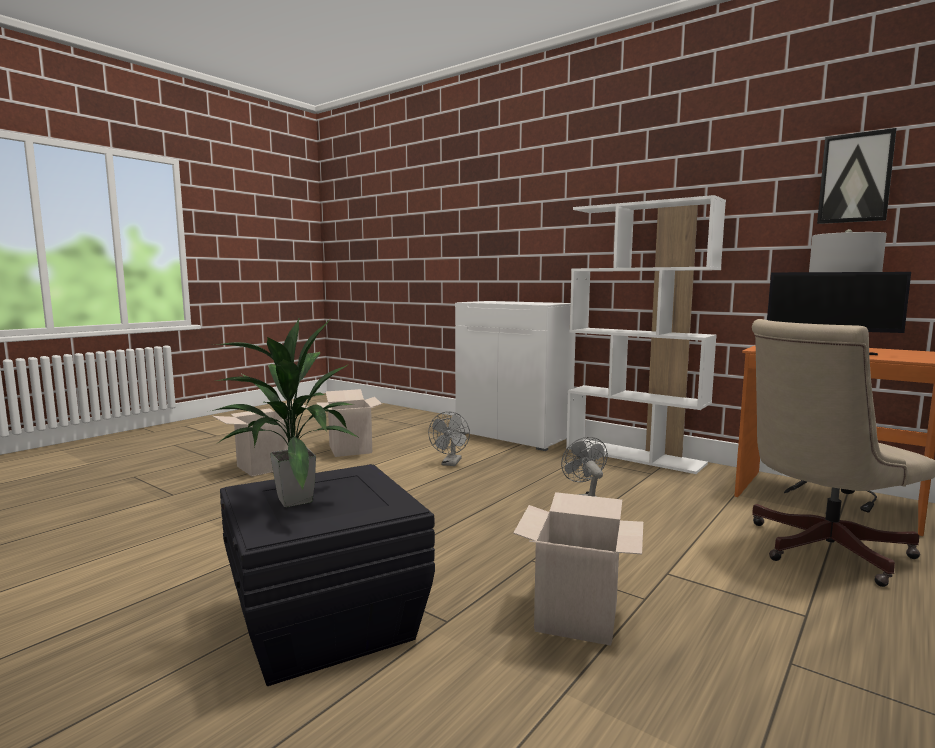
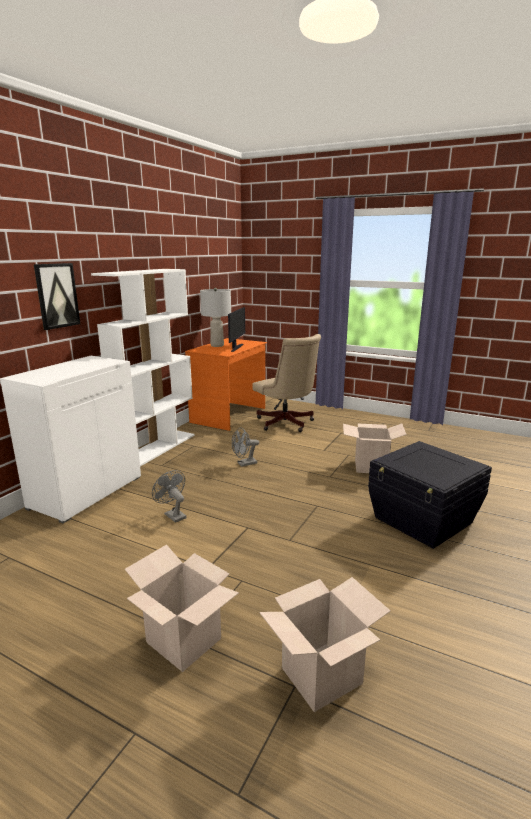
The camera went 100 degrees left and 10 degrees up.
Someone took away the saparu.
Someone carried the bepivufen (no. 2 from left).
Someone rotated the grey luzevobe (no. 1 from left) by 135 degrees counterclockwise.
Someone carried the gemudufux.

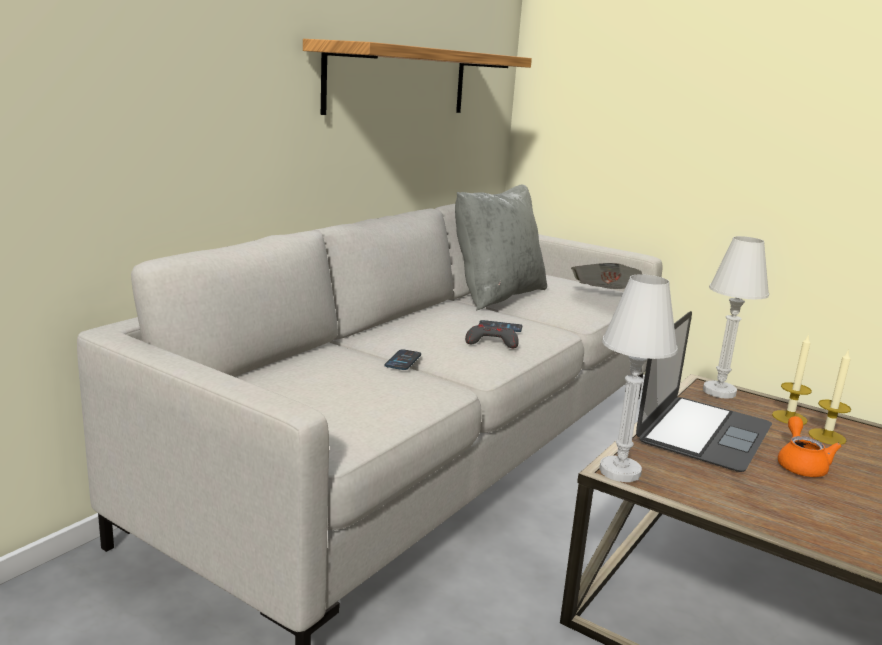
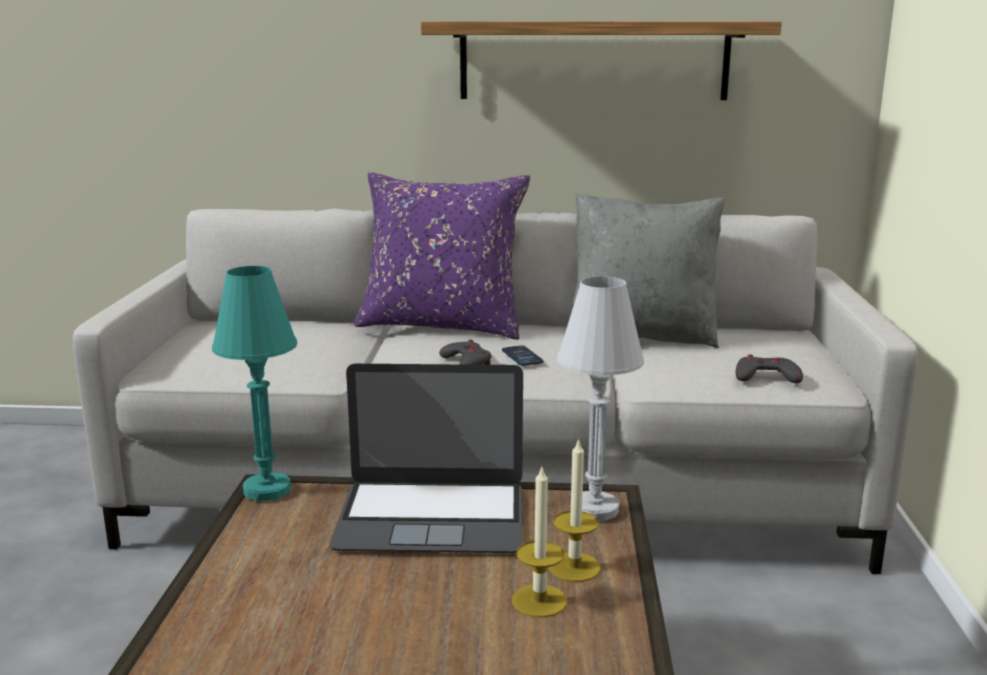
The camera went 60 degrees right and 0 degrees up.
Someone took away the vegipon (no. 1 from left).
Someone swapped the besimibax for the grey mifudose (no. 2 from left).
Someone repainted the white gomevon (no. 1 from left), which became the turquoise gomevon.
Someone took away the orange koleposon.
Someone put down the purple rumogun.

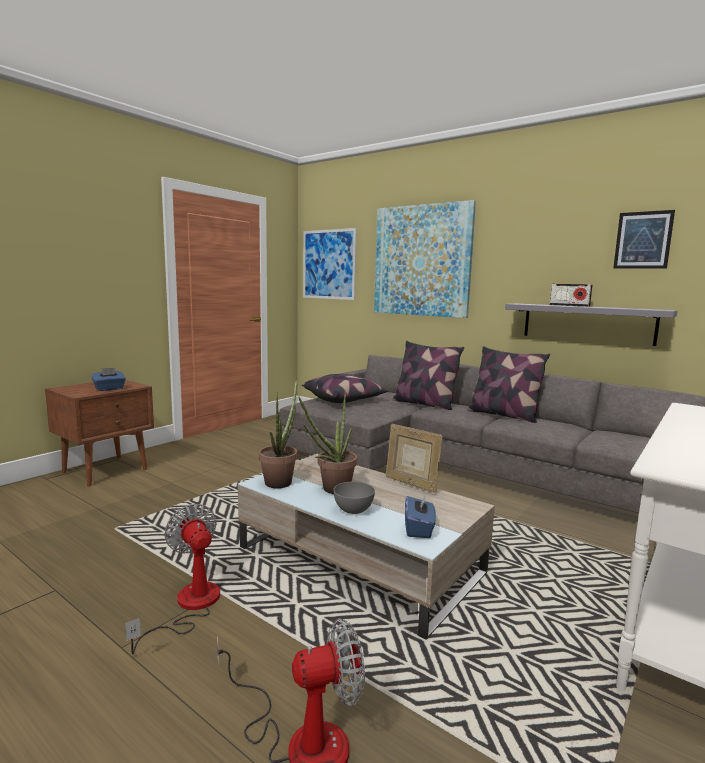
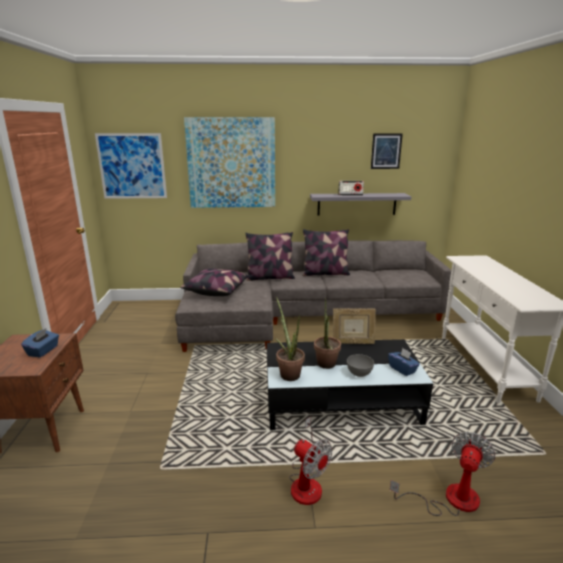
The camera went 40 degrees left and 10 degrees up.
Someone rotated the luzevobe (no. 1 from left) by 150 degrees counterclockwise.
Someone repainted the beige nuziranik, which became the black nuziranik.

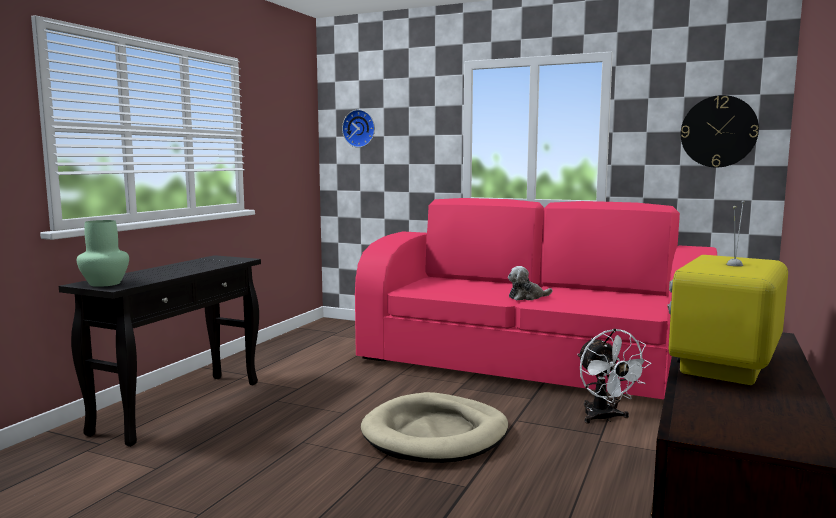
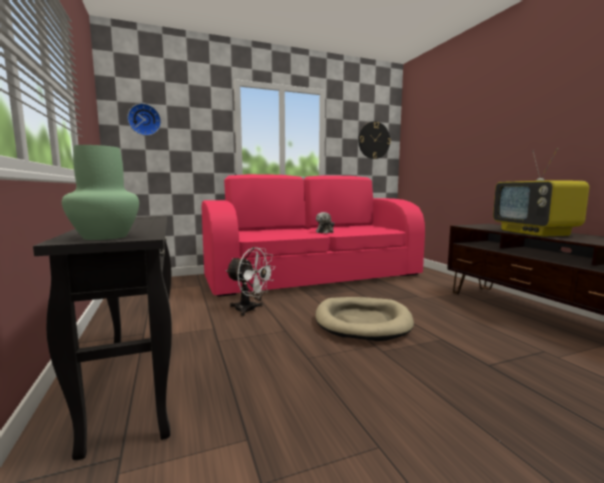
The camera went 45 degrees left and 0 degrees up.
Someone carried the white luzevobe.

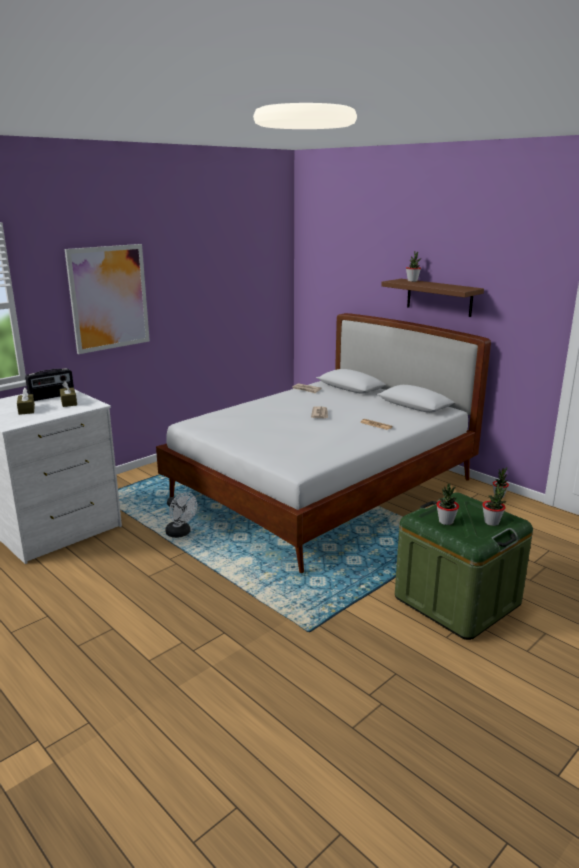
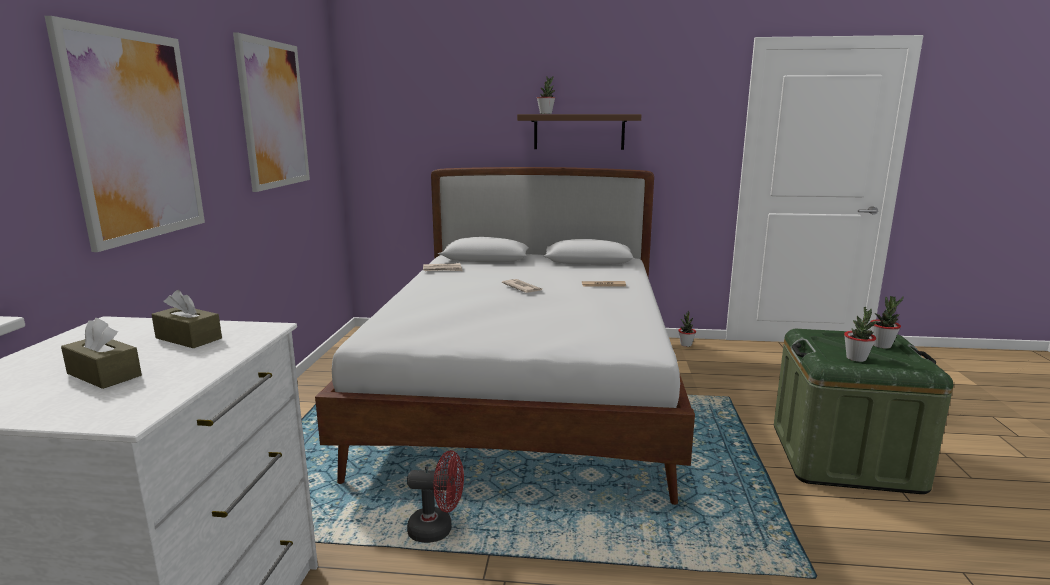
The camera went 40 degrees left and 5 degrees down.
Someone took away the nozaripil.
Someone repainted the white luzevobe, which became the red luzevobe.
Someone put up the gemudufux (no. 2 from left).

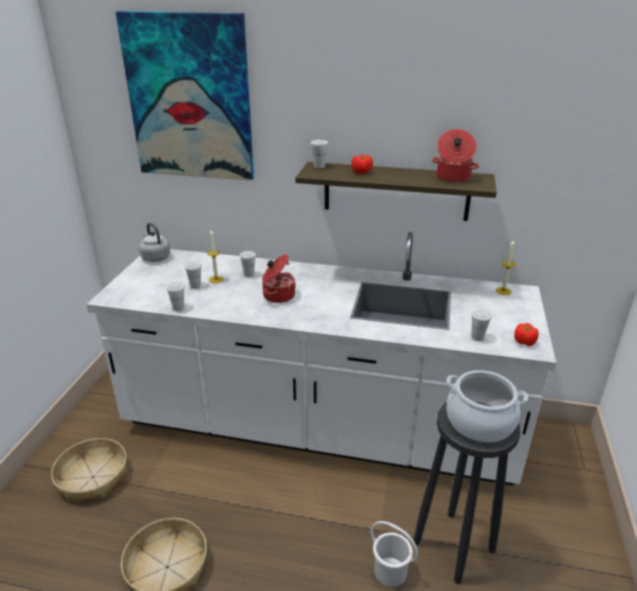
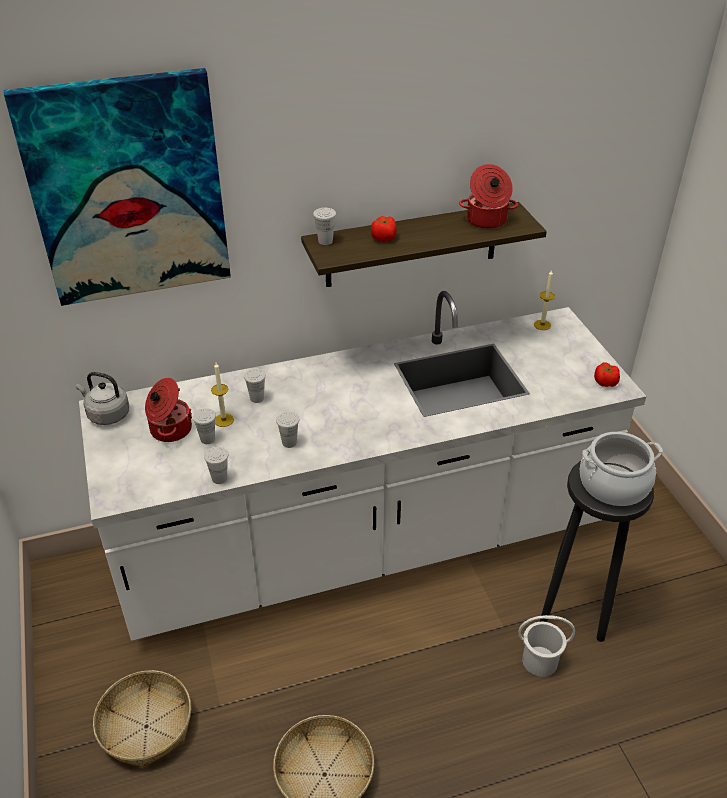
The camera went 30 degrees left and 10 degrees up.
Someone carried the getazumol (no. 1 from left).
Someone carried the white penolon (no. 5 from left in the first image).

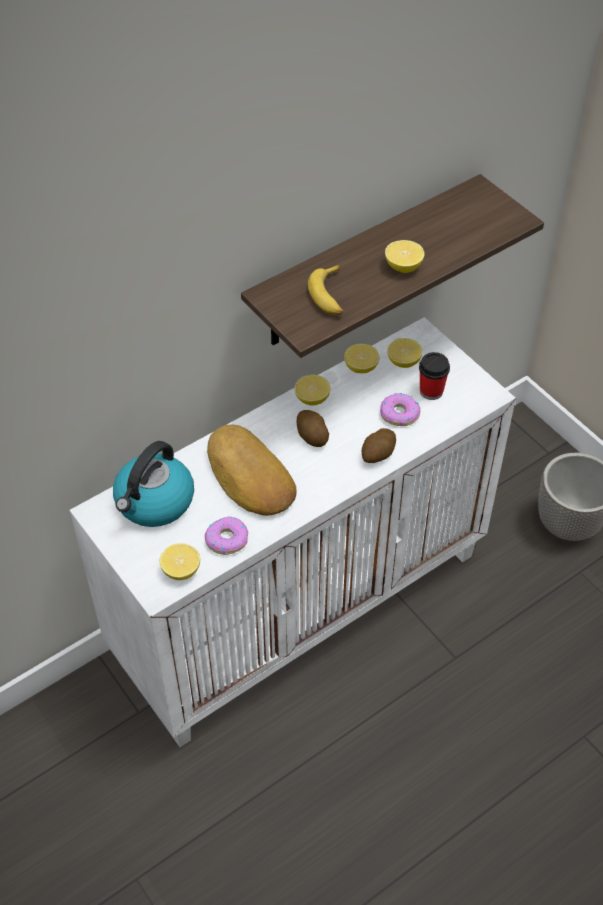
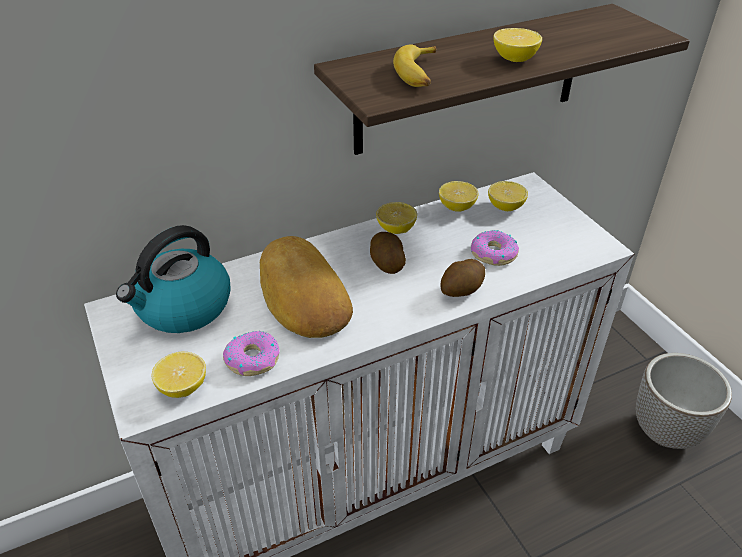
The camera went 10 degrees right and 10 degrees down.
Someone took away the penolon.

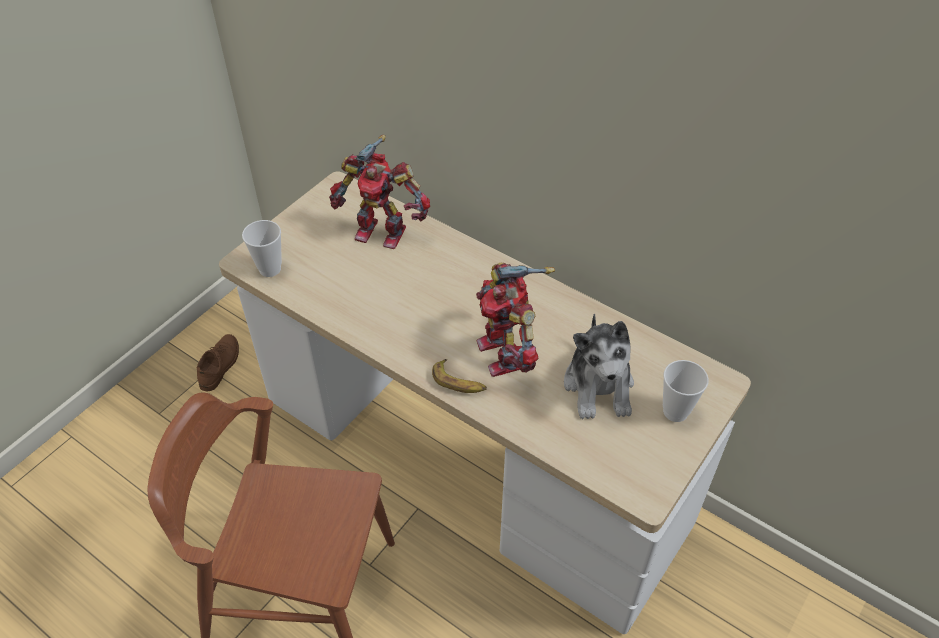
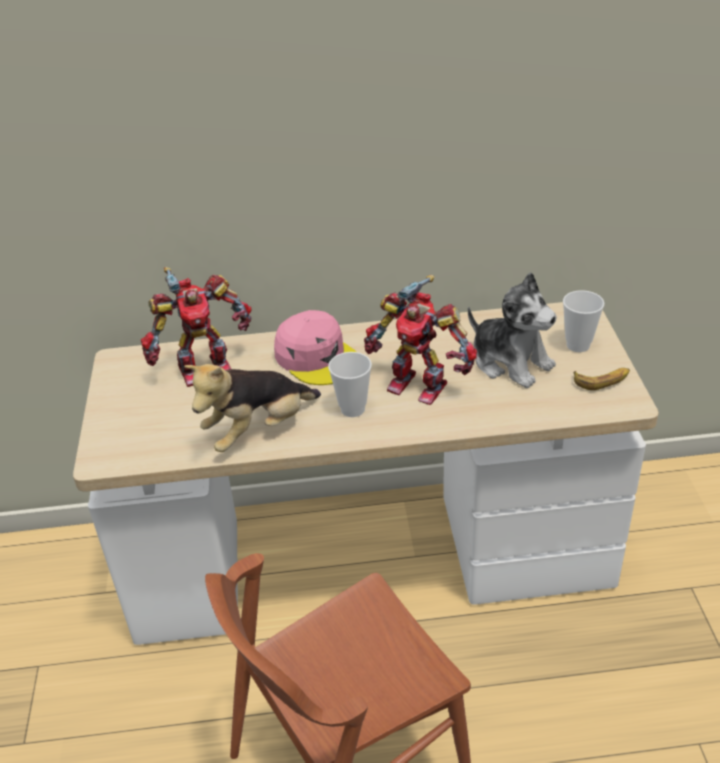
The camera went 40 degrees left and 10 degrees down.
Someone took away the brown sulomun.
Someone carried the penolon (no. 1 from left).
Someone carried the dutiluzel.
Someone put down the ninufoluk (no. 1 from left).
Someone put down the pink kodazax.

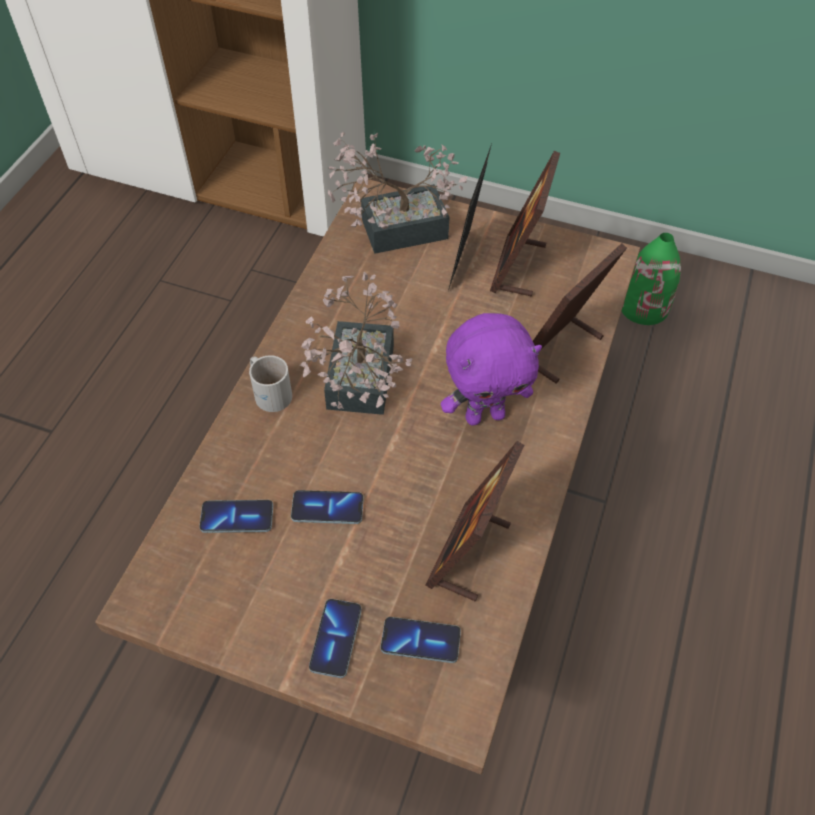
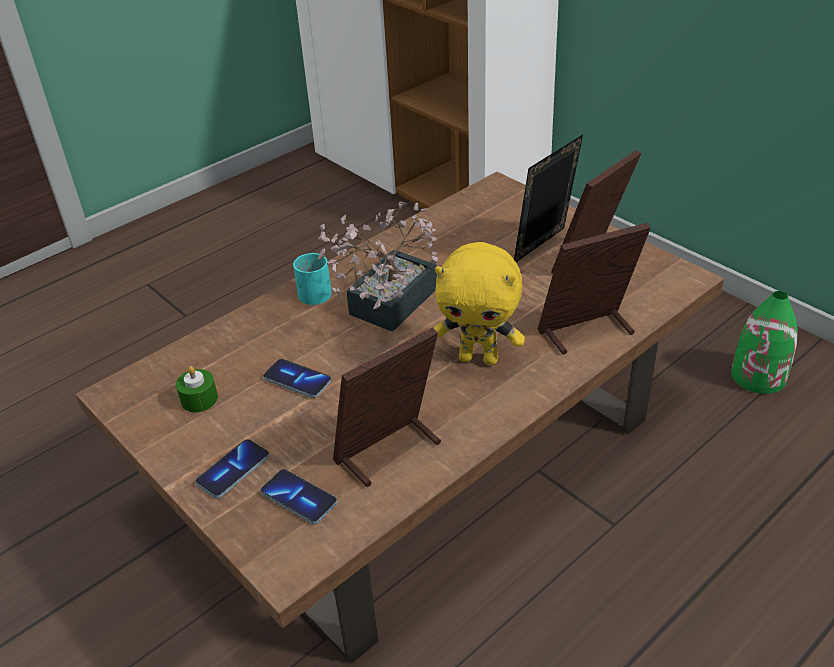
The camera went 30 degrees right and 15 degrees down.
Someone took away the vegipon (no. 1 from left).
Someone repainted the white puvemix, which became the turquoise puvemix.
Someone took away the saparu (no. 2 from left).
Someone repainted the purple ninufoluk, which became the yellow ninufoluk.
Someone put down the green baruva.

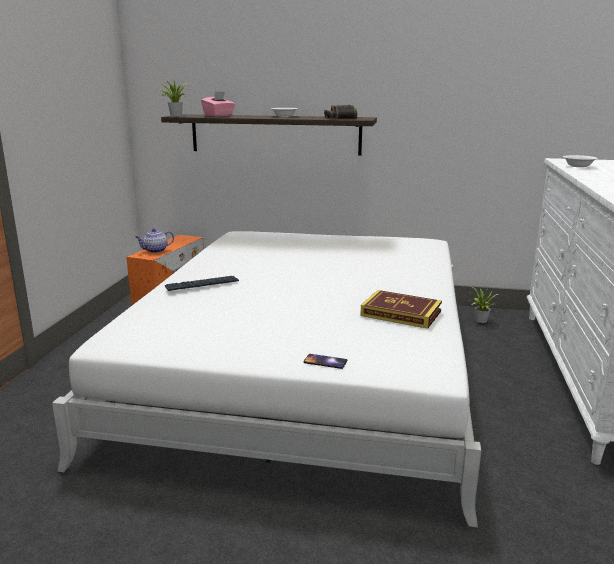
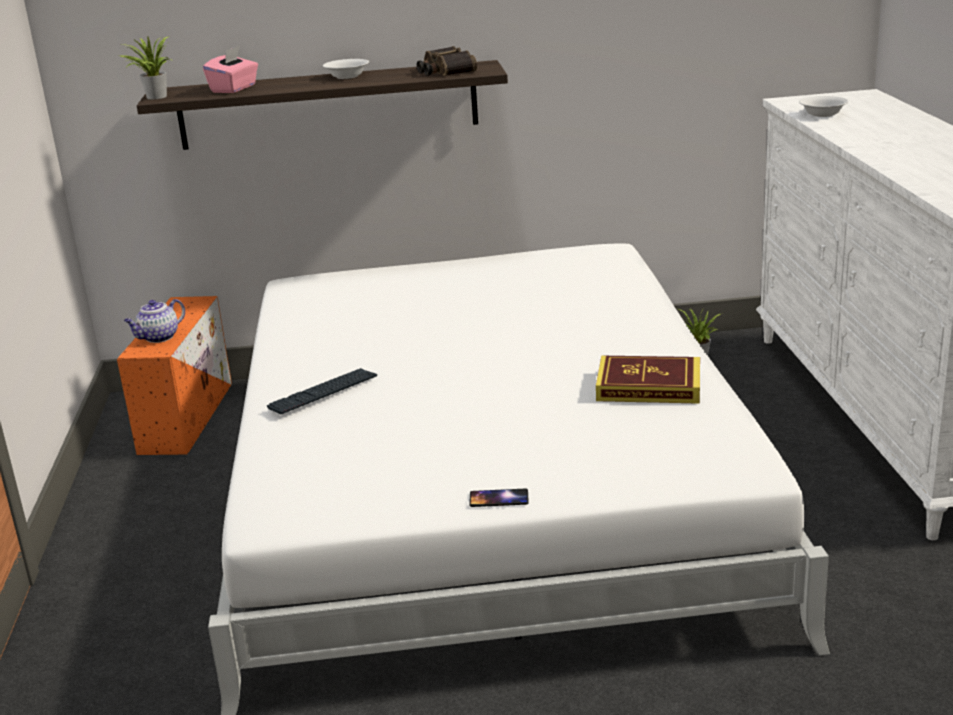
The camera went 15 degrees left and 5 degrees up.
Someone carried the vegipon.

